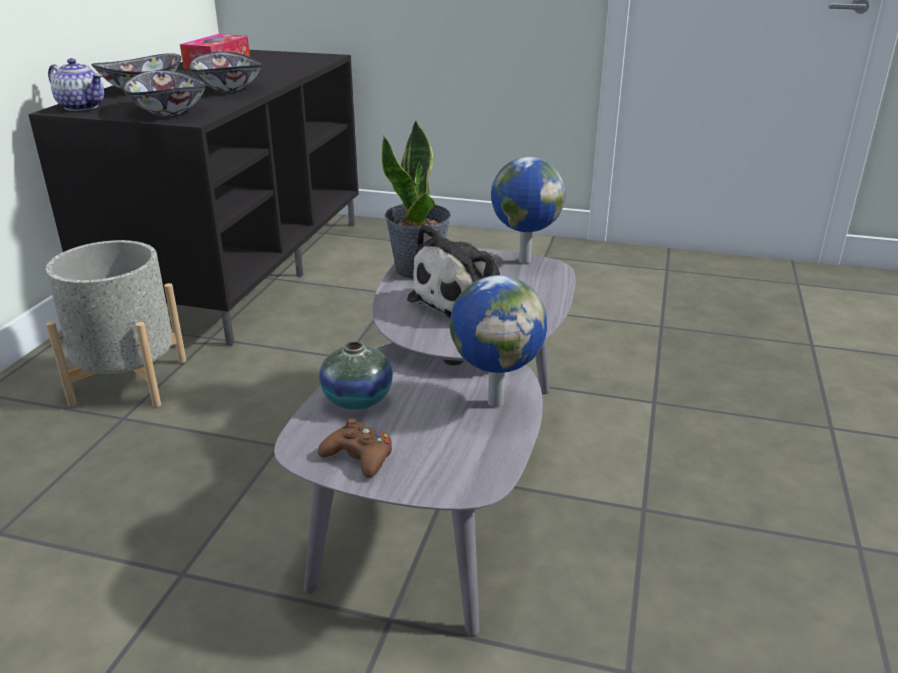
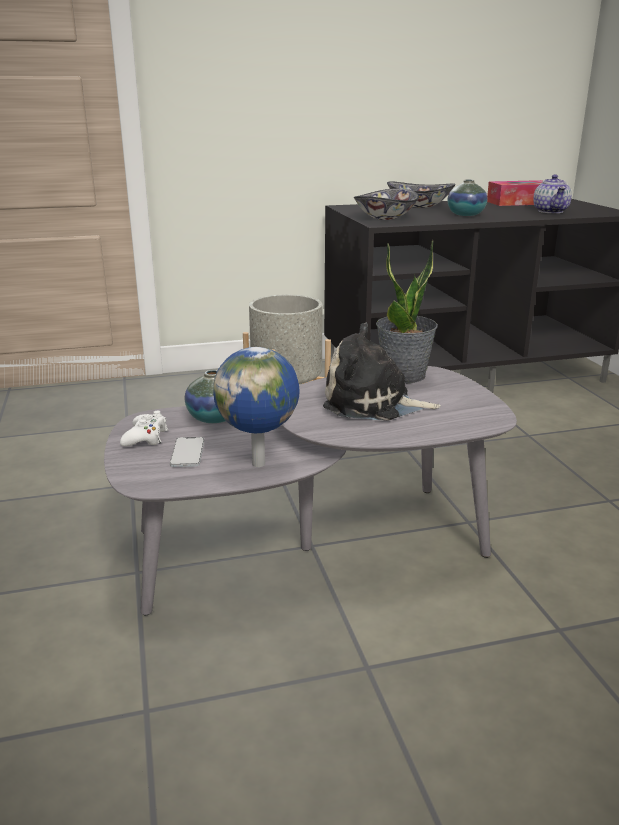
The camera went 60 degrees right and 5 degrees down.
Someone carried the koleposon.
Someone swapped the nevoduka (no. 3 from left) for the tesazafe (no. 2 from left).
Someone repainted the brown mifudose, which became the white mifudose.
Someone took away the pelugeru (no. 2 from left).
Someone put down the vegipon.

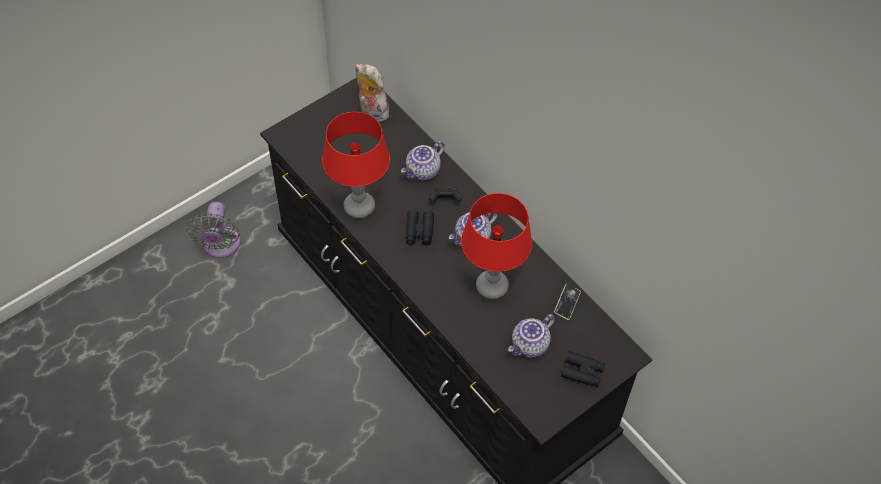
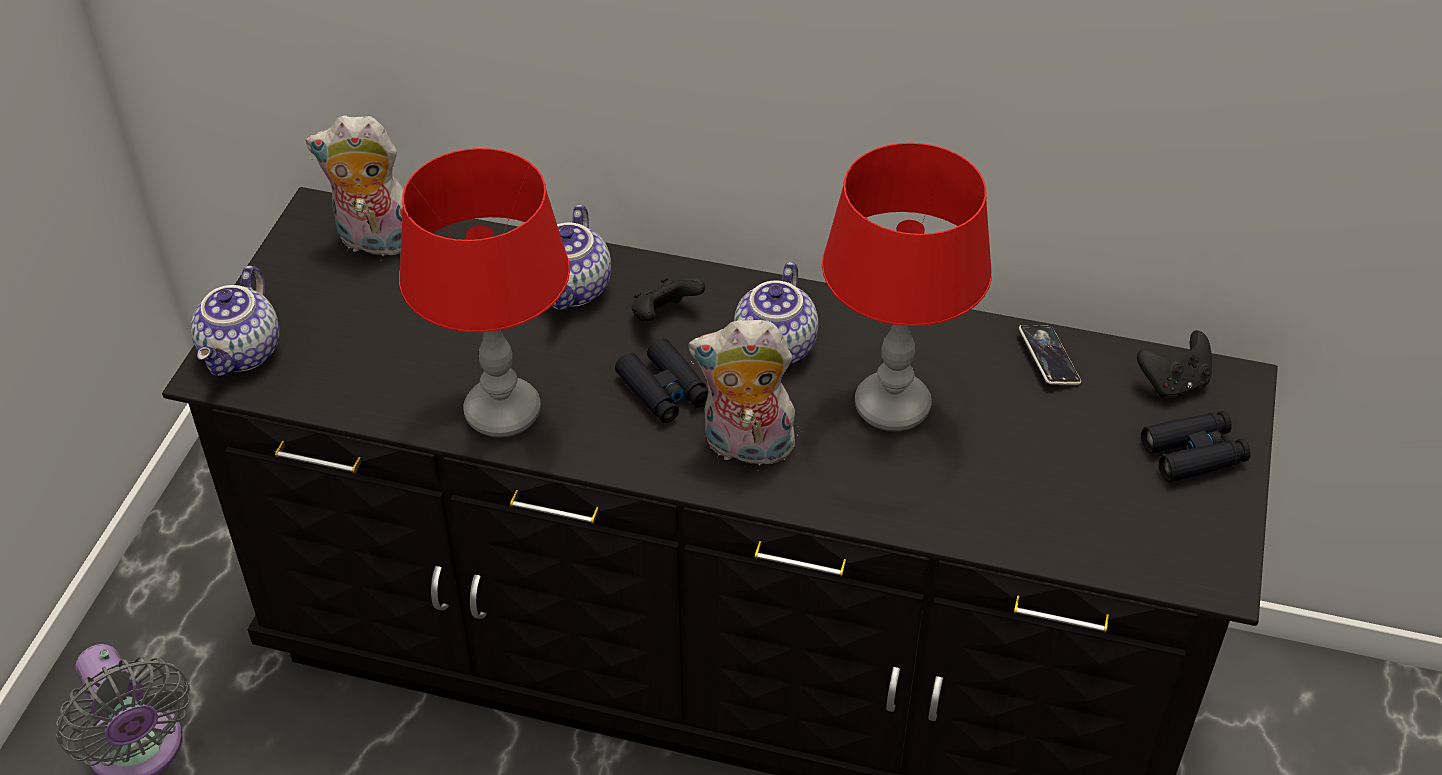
The camera went 35 degrees left and 10 degrees down.
Someone carried the koleposon (no. 3 from left in the first image).
Someone put down the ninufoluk (no. 2 from left).
Someone put down the black mifudose (no. 2 from left).

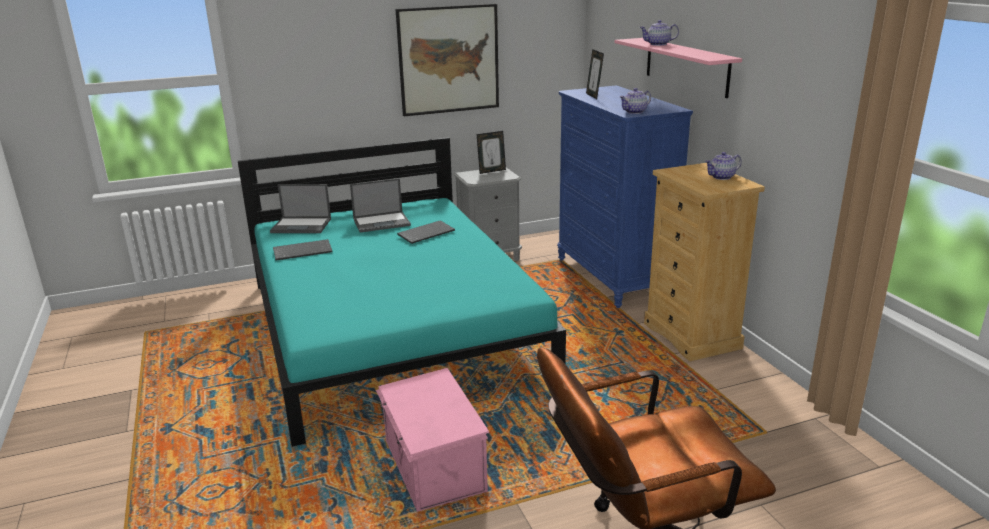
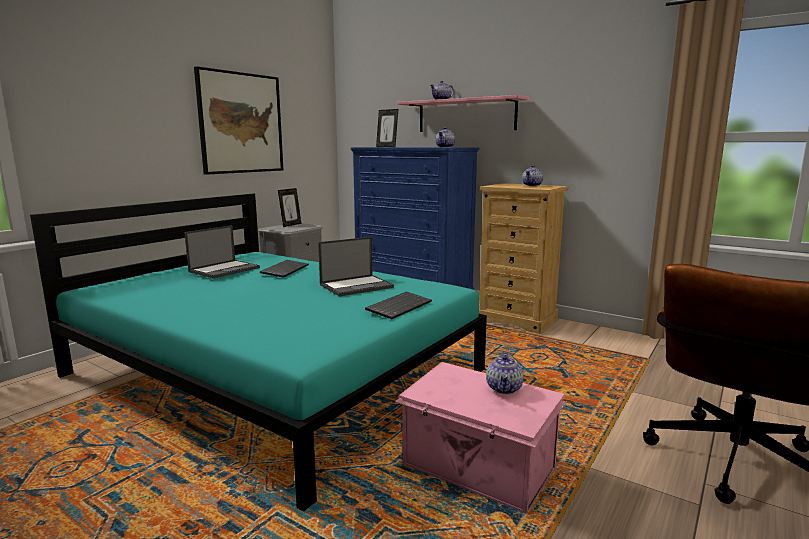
The camera went 35 degrees left and 10 degrees down.
Someone carried the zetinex (no. 1 from left in the first image).
Someone carried the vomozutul (no. 1 from left in the first image).
Someone put down the koleposon (no. 3 from left).

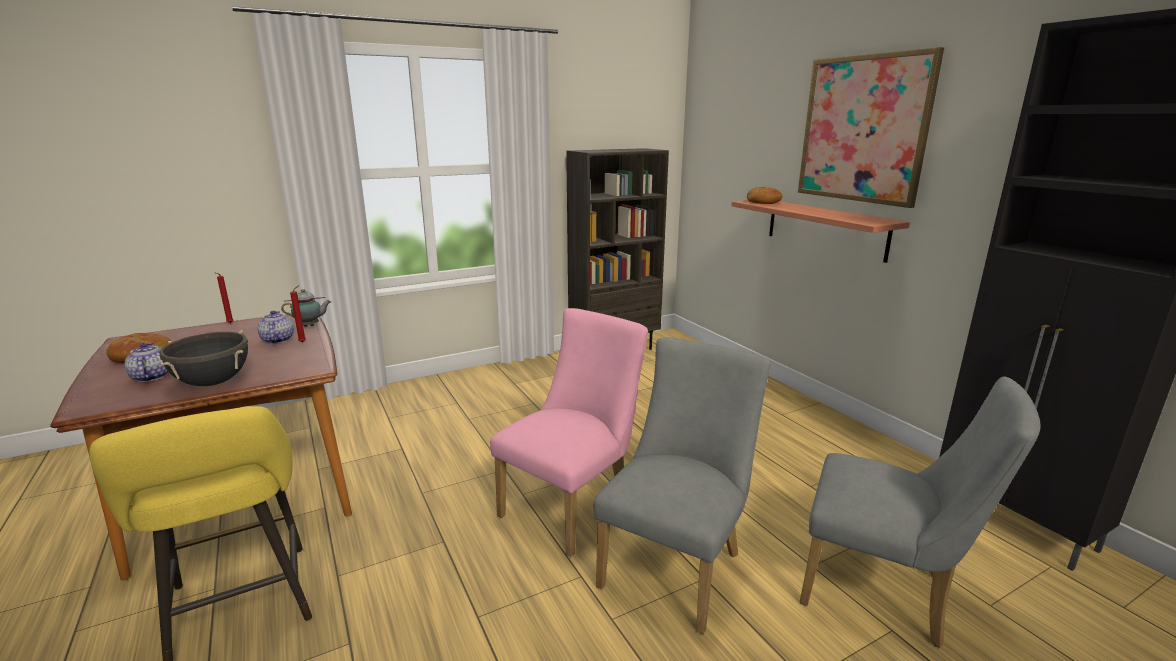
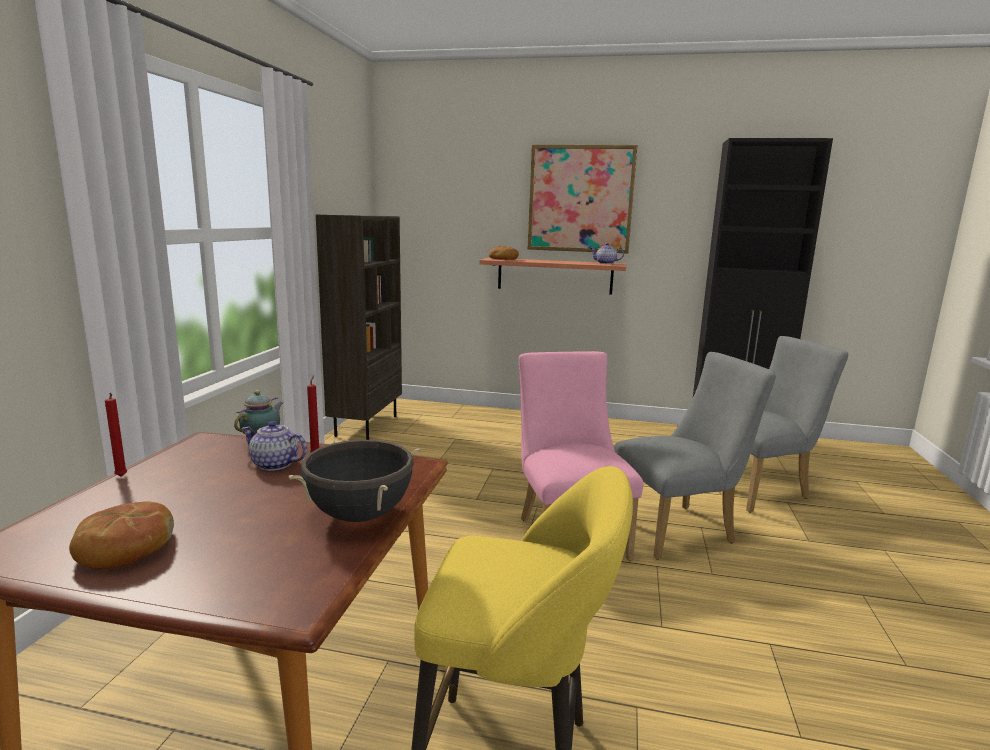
The camera went 50 degrees left and 5 degrees down.
Someone carried the koleposon (no. 1 from left in the first image).
Someone rotated the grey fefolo (no. 1 from left) by 90 degrees clockwise.

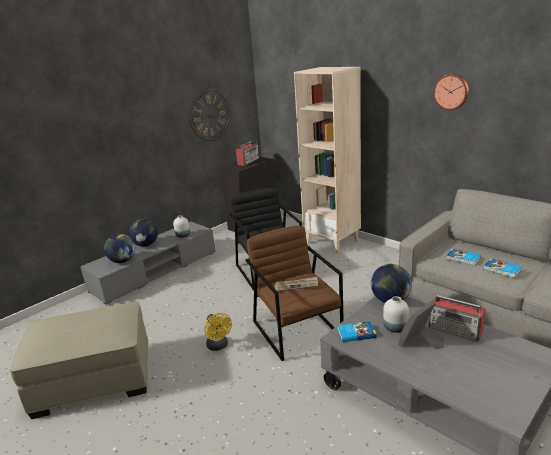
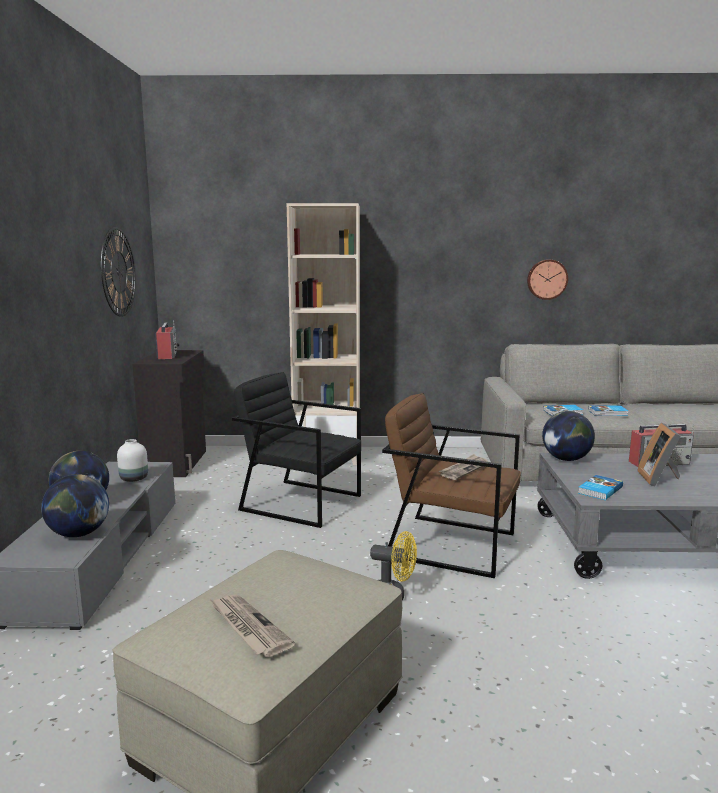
The camera went 45 degrees left and 10 degrees down.
Someone took away the white tesazafe (no. 2 from left).
Someone carried the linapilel (no. 2 from left).
Someone put down the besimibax (no. 1 from left).

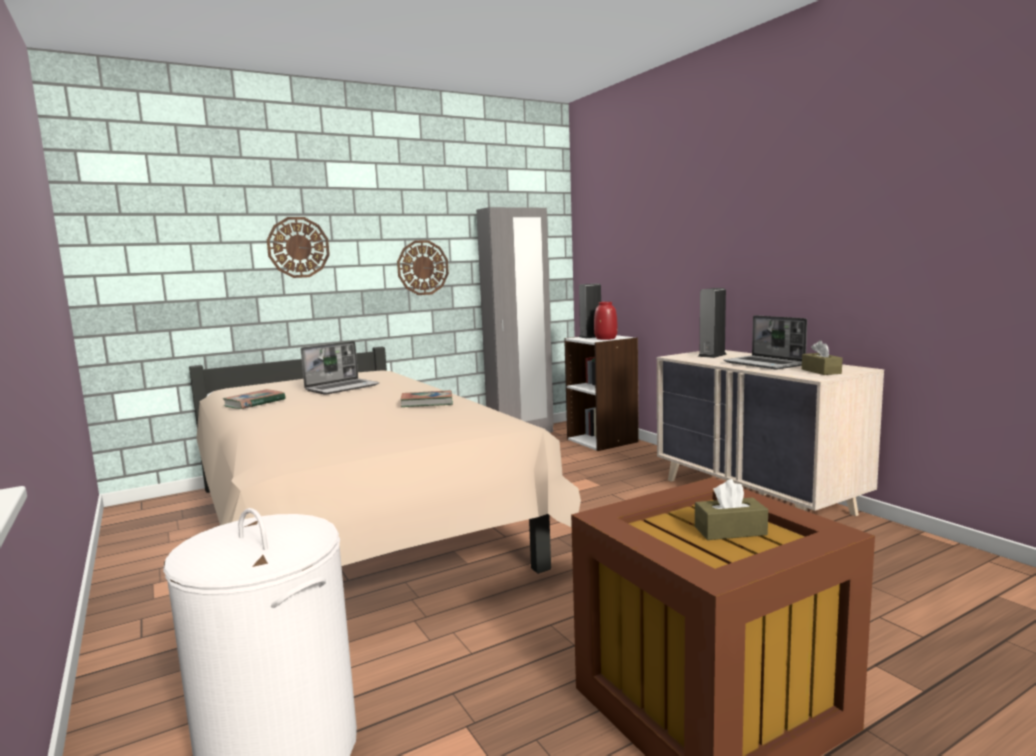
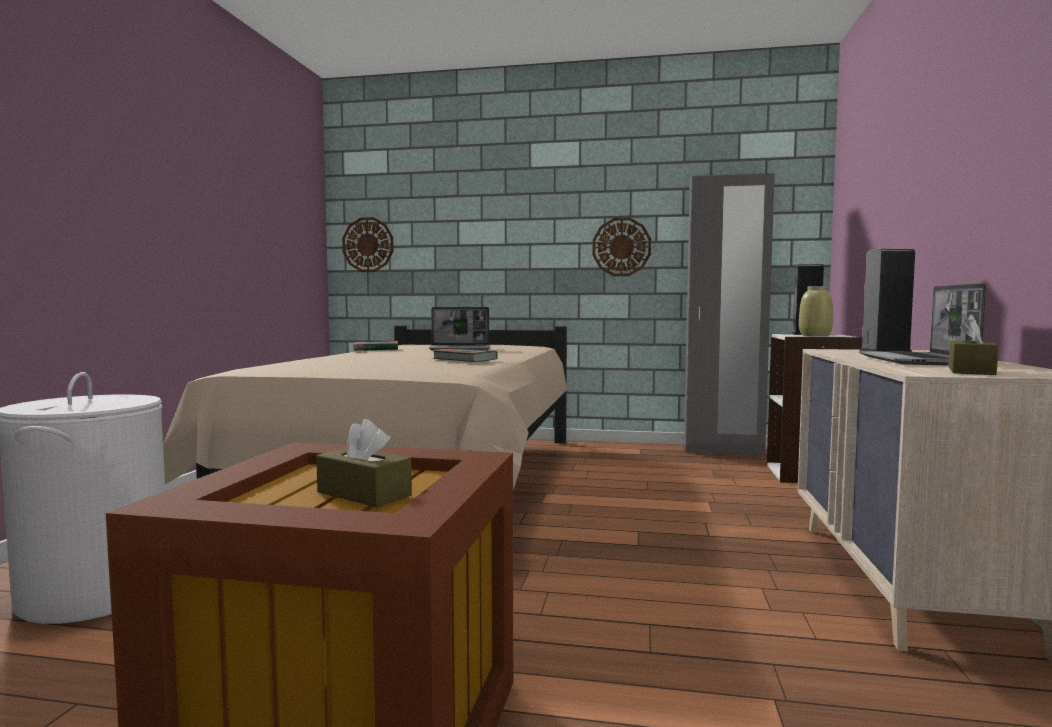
The camera went 40 degrees right and 5 degrees down.
Someone carried the linapilel (no. 1 from left).
Someone repainted the red tesazafe, which became the beige tesazafe.

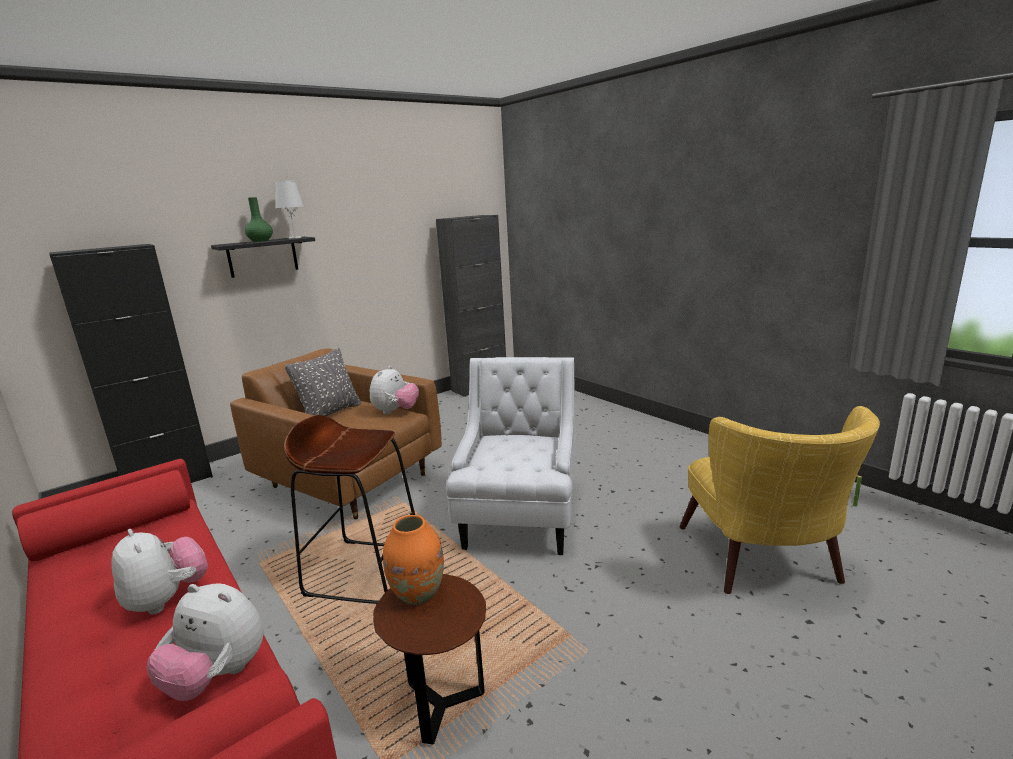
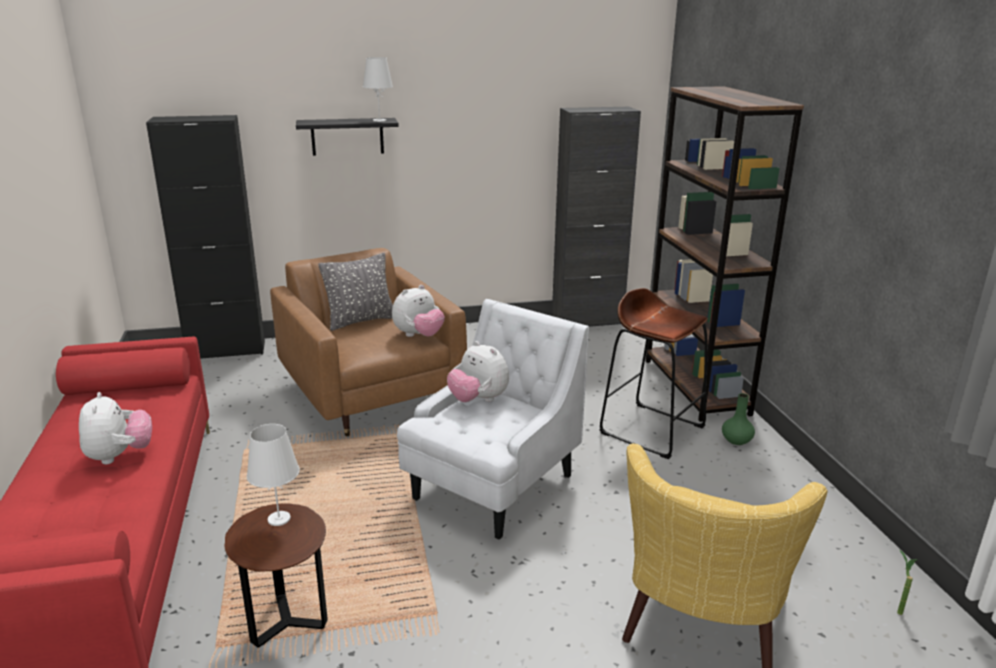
The camera went 25 degrees right and 5 degrees up.
Someone carried the ninufoluk (no. 2 from left in the first image).
Someone carried the green tesazafe.
Someone carried the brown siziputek.
Someone swapped the orange tesazafe for the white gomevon (no. 1 from left).
Someone put down the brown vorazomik.

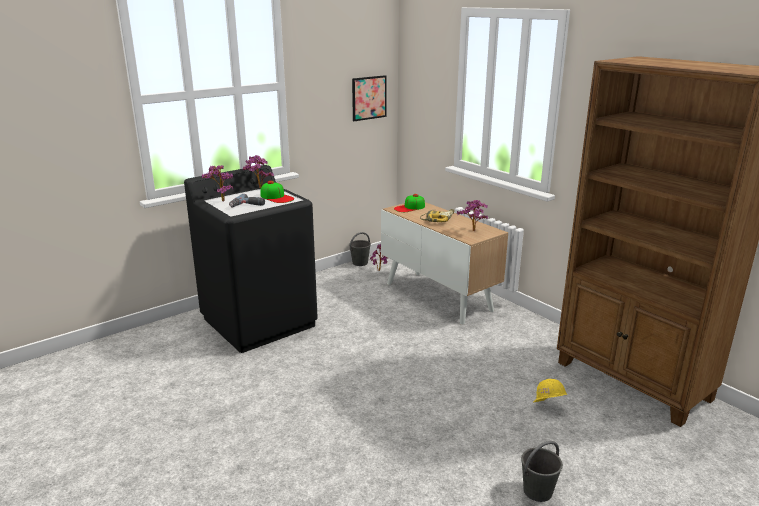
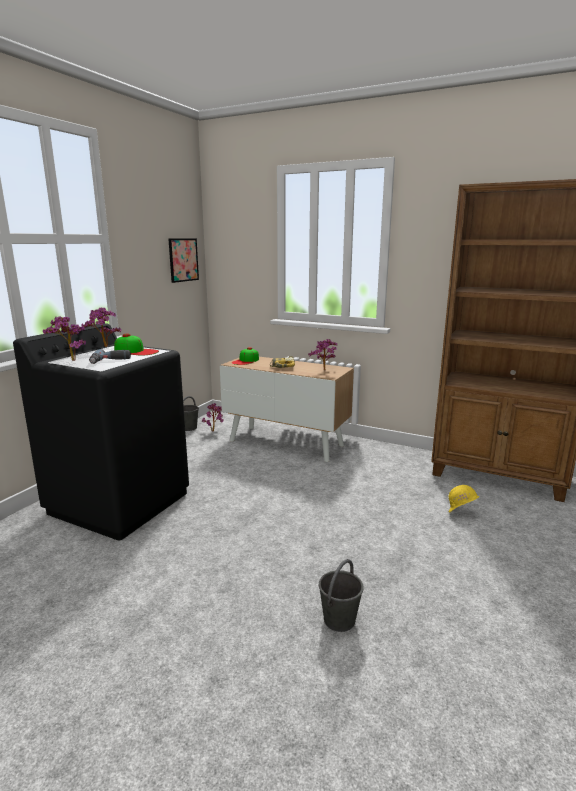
The camera went 25 degrees left and 5 degrees down.
Someone carried the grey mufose (no. 2 from left).

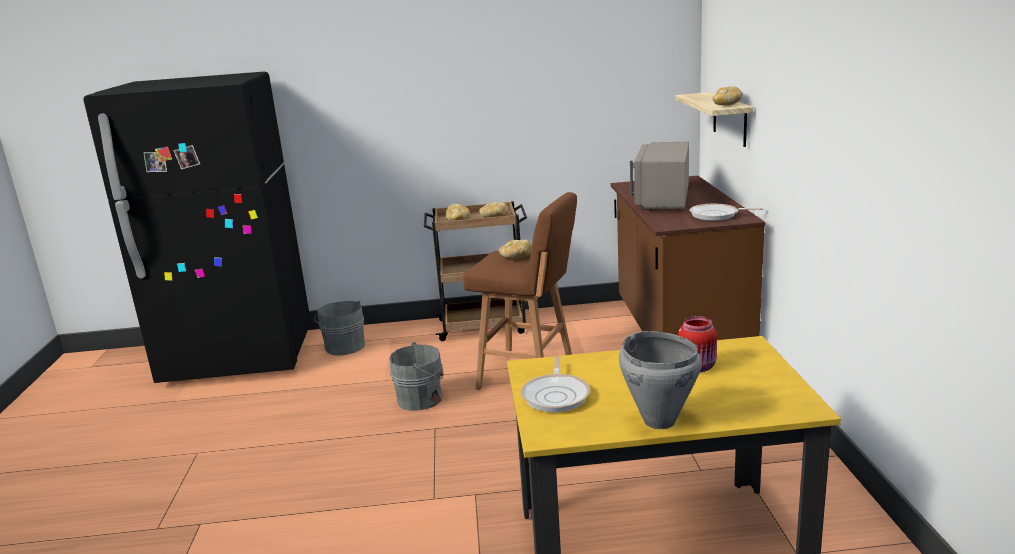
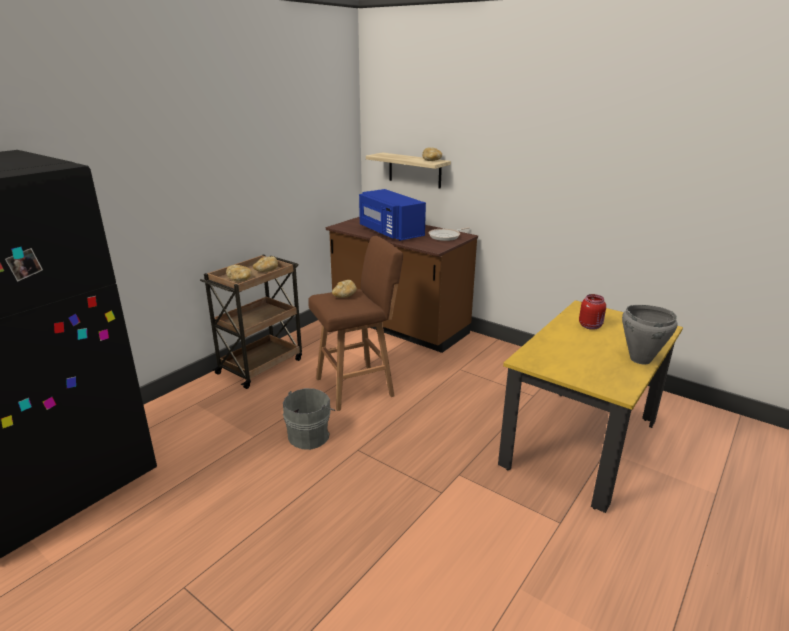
The camera went 50 degrees left and 5 degrees up.
Someone took away the grey mufose (no. 1 from left).
Someone took away the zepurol (no. 1 from left).
Someone repainted the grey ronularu, which became the blue ronularu.

